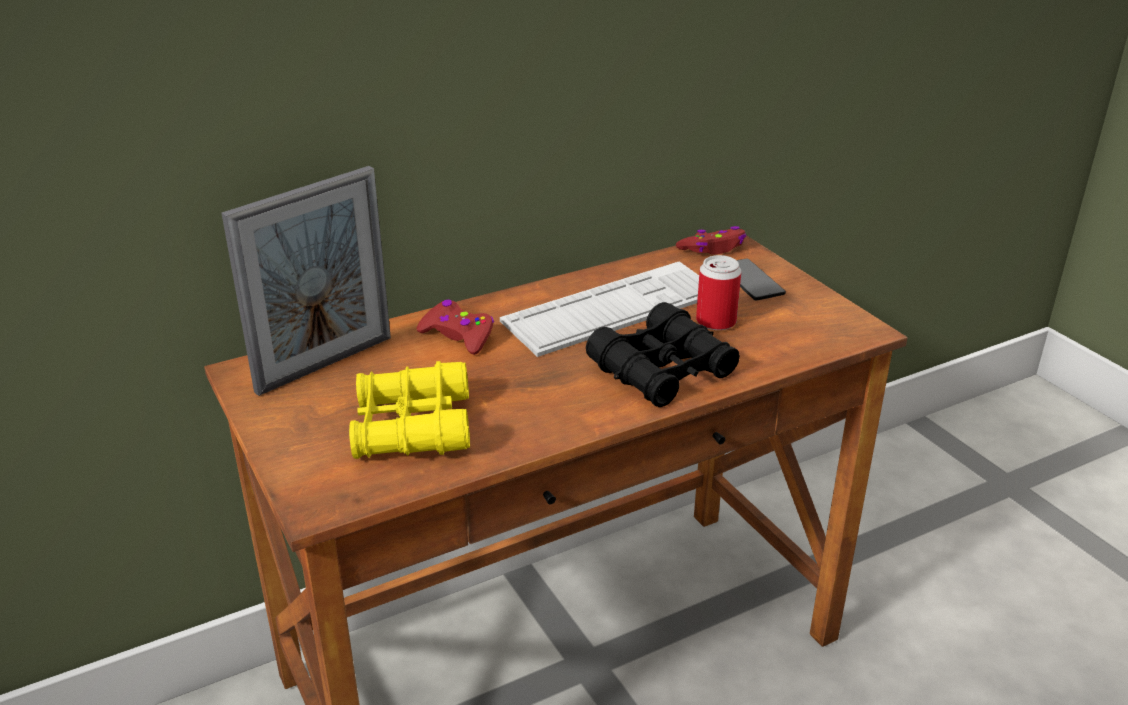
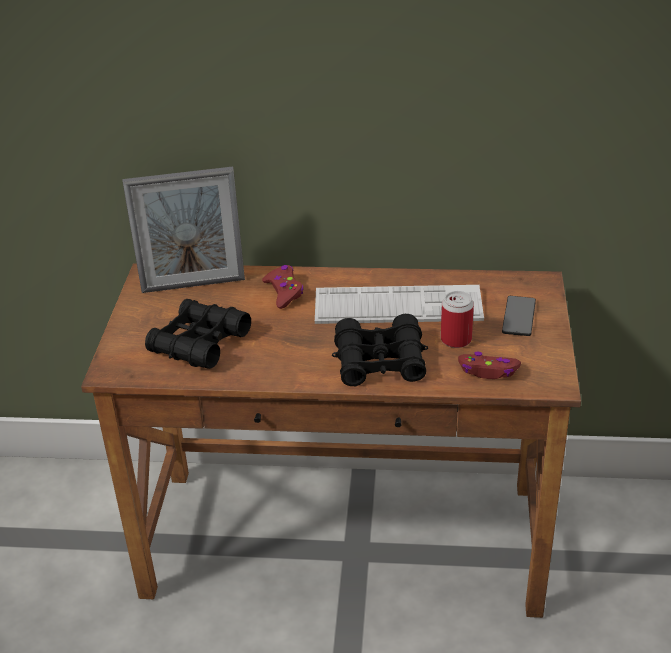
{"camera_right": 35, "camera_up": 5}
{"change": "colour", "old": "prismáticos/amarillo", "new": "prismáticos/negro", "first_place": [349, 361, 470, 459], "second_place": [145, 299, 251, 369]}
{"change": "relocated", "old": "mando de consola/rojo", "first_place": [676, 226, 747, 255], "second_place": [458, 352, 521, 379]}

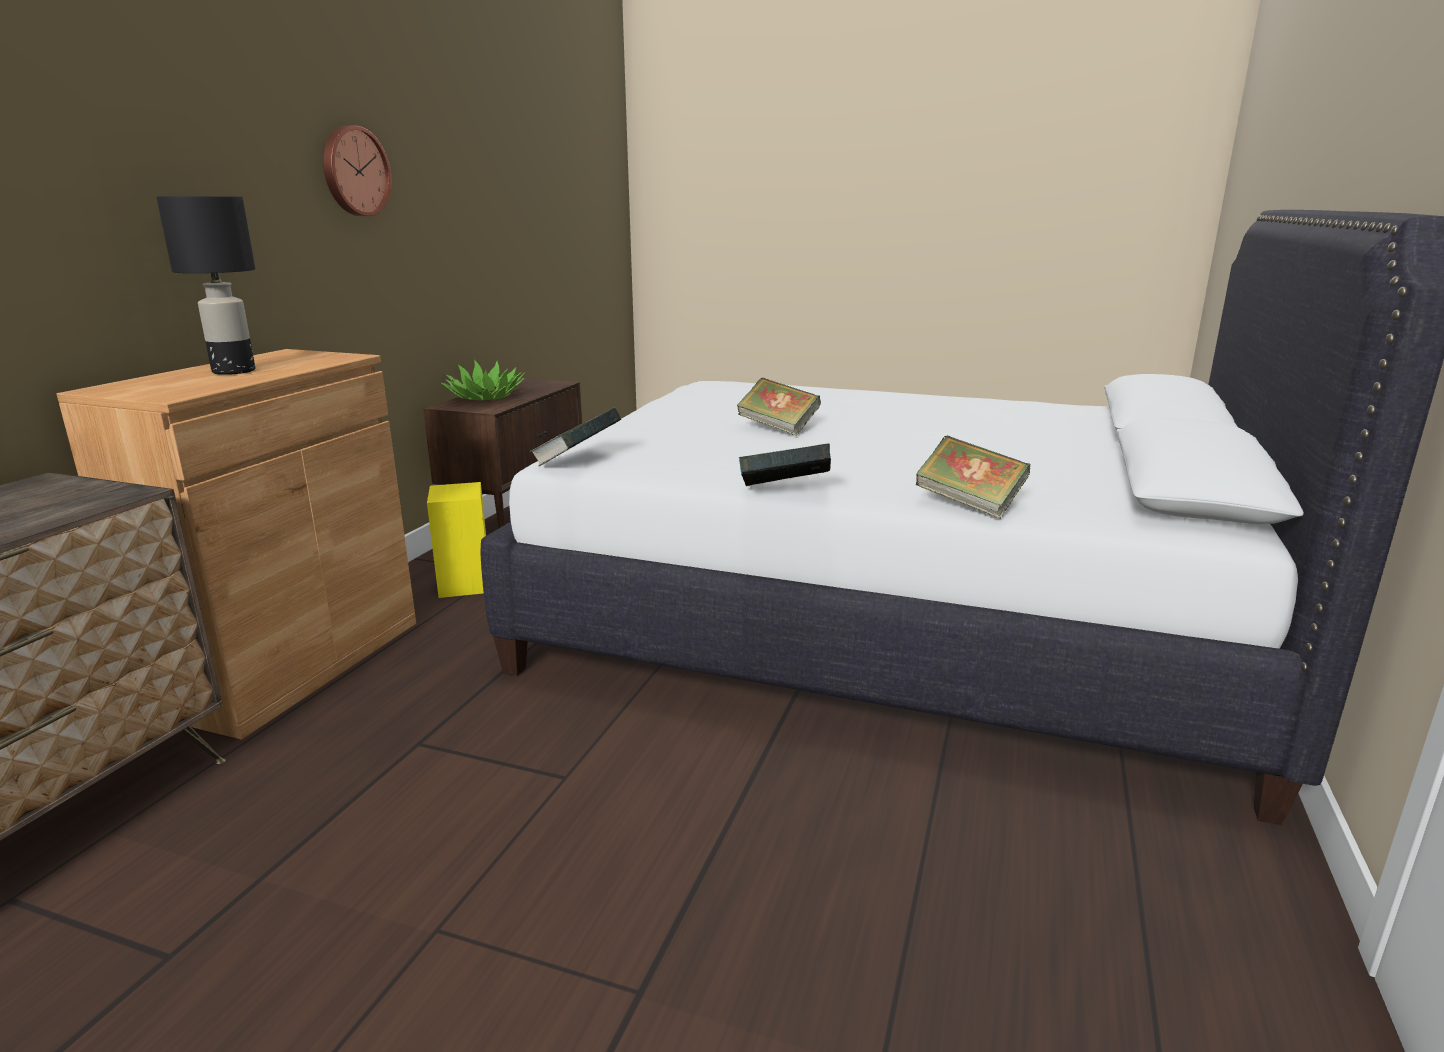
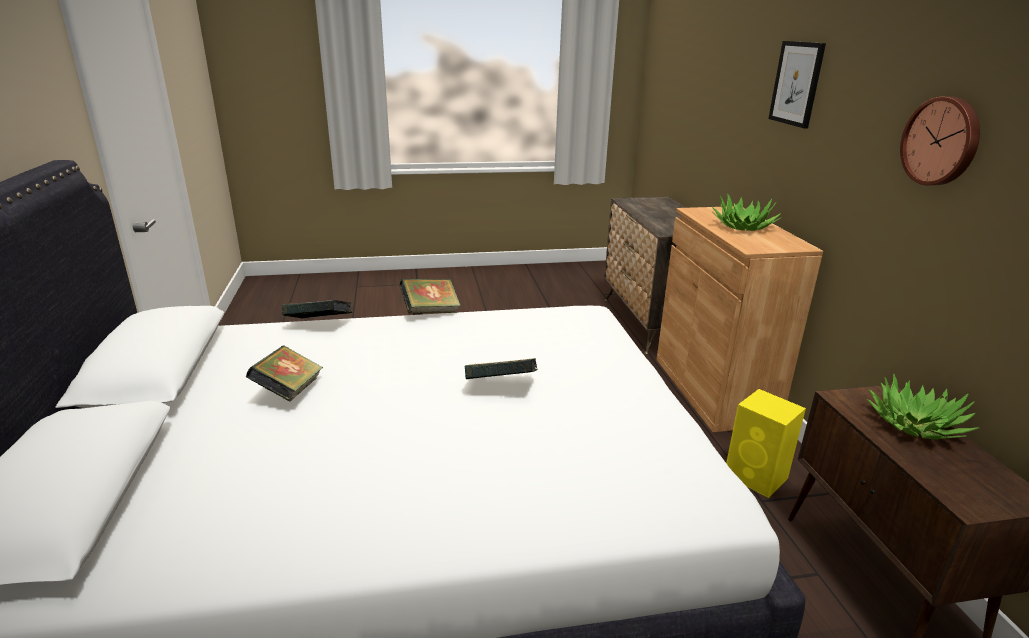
{"camera_right": 150, "camera_up": 5}
{"change": "relocated", "old": "libro", "first_place": [530, 408, 621, 466], "second_place": [246, 345, 323, 402]}
{"change": "exchanged", "old": "lámpara de mesa/negro", "new": "planta en maceta", "first_place": [156, 196, 255, 375], "second_place": [712, 193, 781, 231]}
{"change": "appeared", "new": "cuadro", "second_place": [768, 41, 826, 129]}

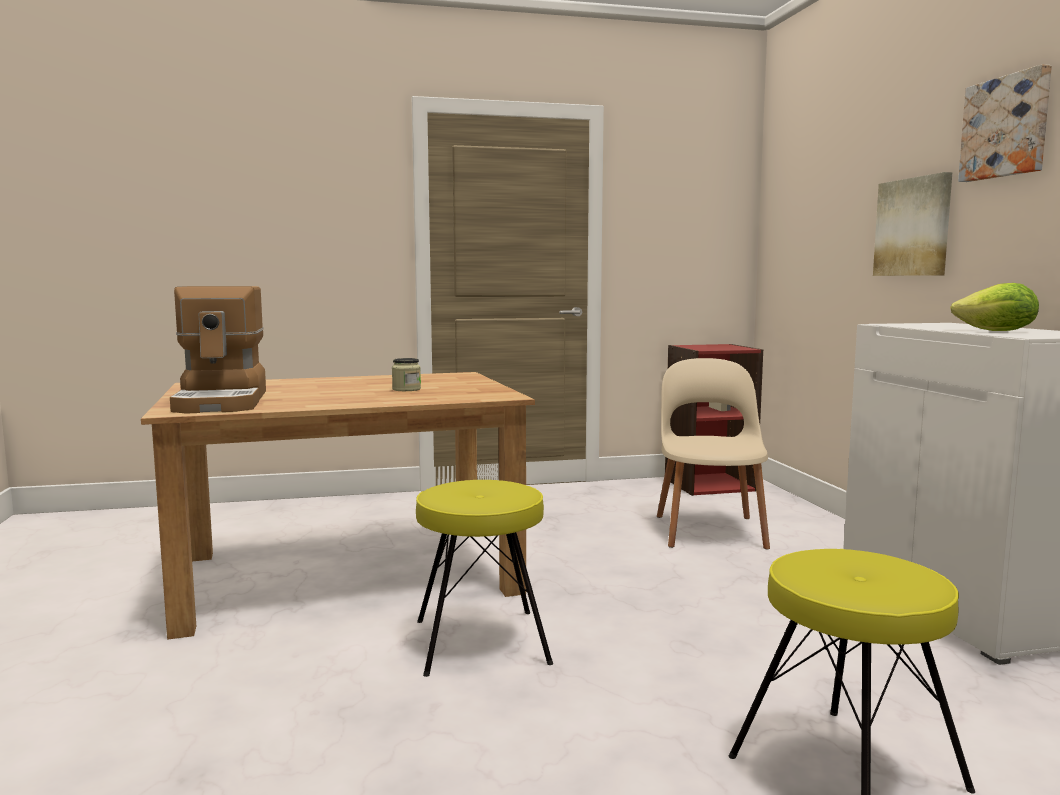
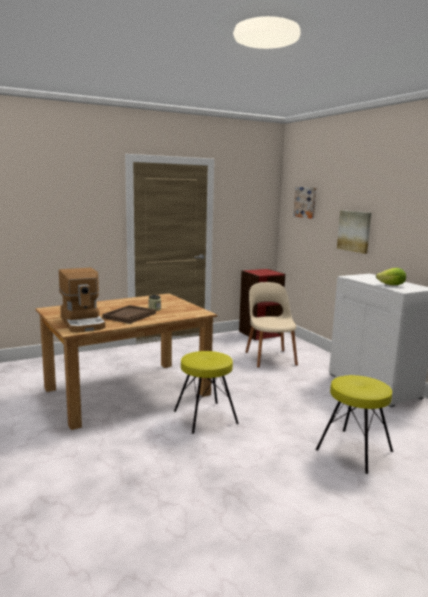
{"camera_right": -15, "camera_up": 5}
{"change": "appeared", "new": "bandeja/marrón", "second_place": [103, 305, 156, 324]}
{"change": "relocated", "old": "cuadro", "first_place": [958, 64, 1052, 182], "second_place": [293, 187, 317, 219]}

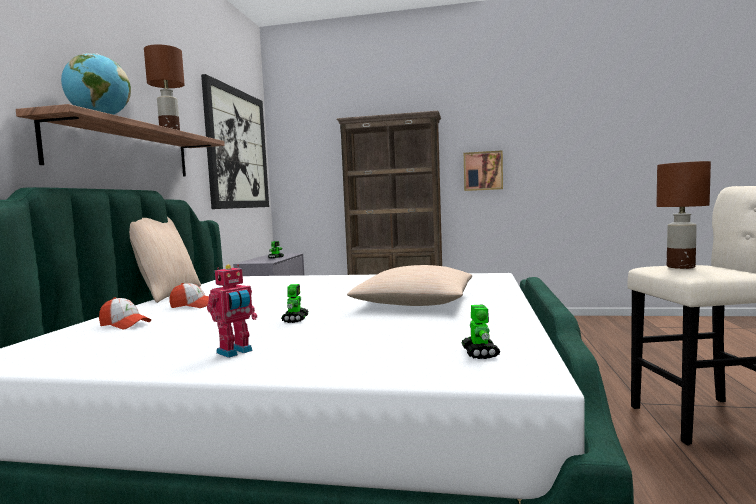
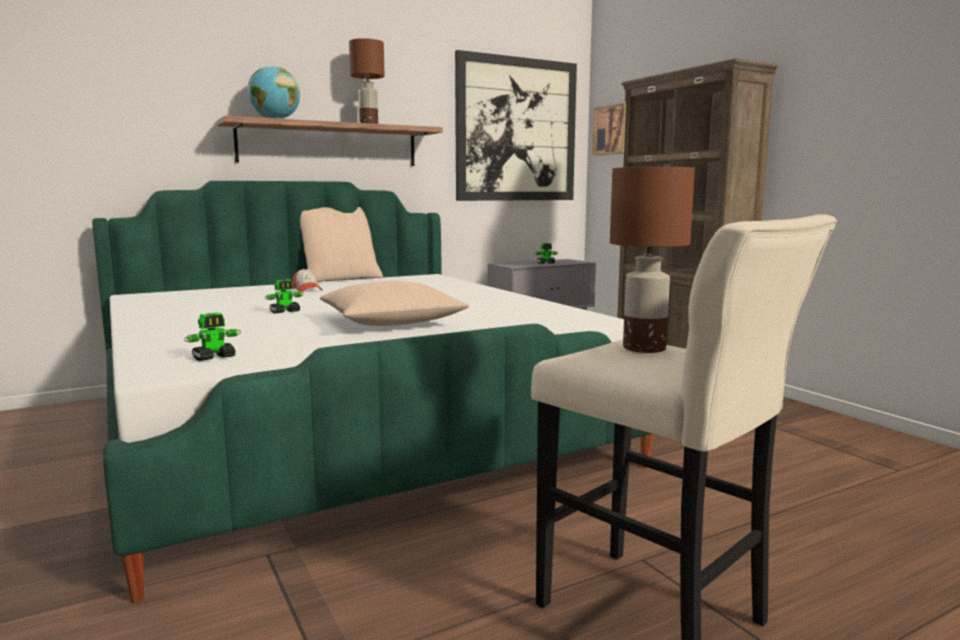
{"camera_right": 50, "camera_up": 5}
{"change": "relocated", "old": "cuadro", "first_place": [464, 150, 503, 191], "second_place": [593, 103, 626, 155]}
{"change": "missing", "old": "gorra", "first_place": [99, 297, 151, 330]}
{"change": "missing", "old": "robot de juguete", "first_place": [207, 265, 257, 358]}

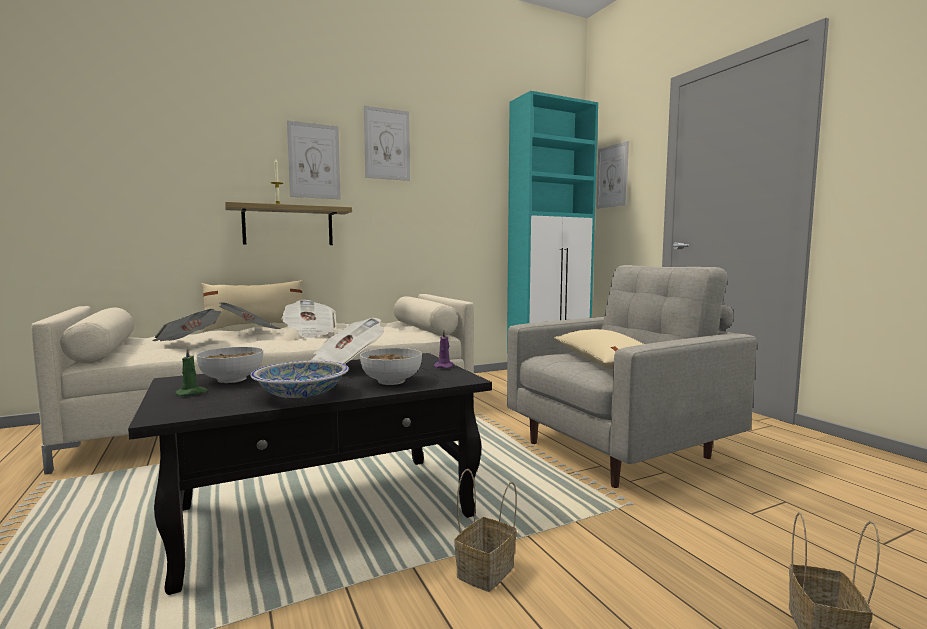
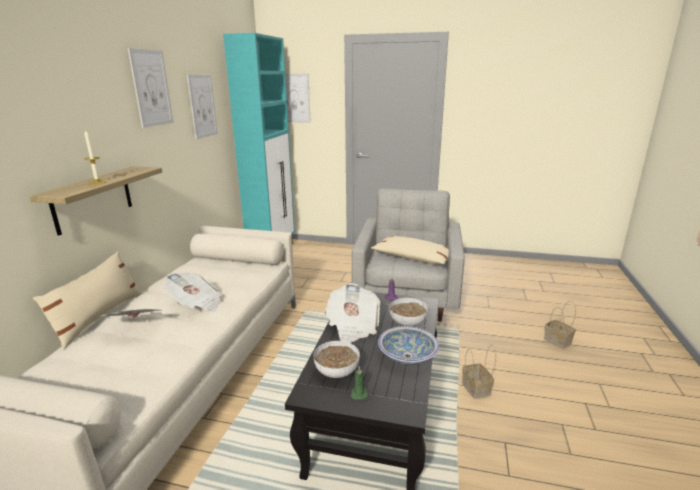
{"camera_right": -50, "camera_up": 15}
{"change": "relocated", "old": "cuadro", "first_place": [287, 120, 341, 199], "second_place": [187, 75, 218, 139]}
{"change": "missing", "old": "periódico", "first_place": [153, 309, 222, 341]}

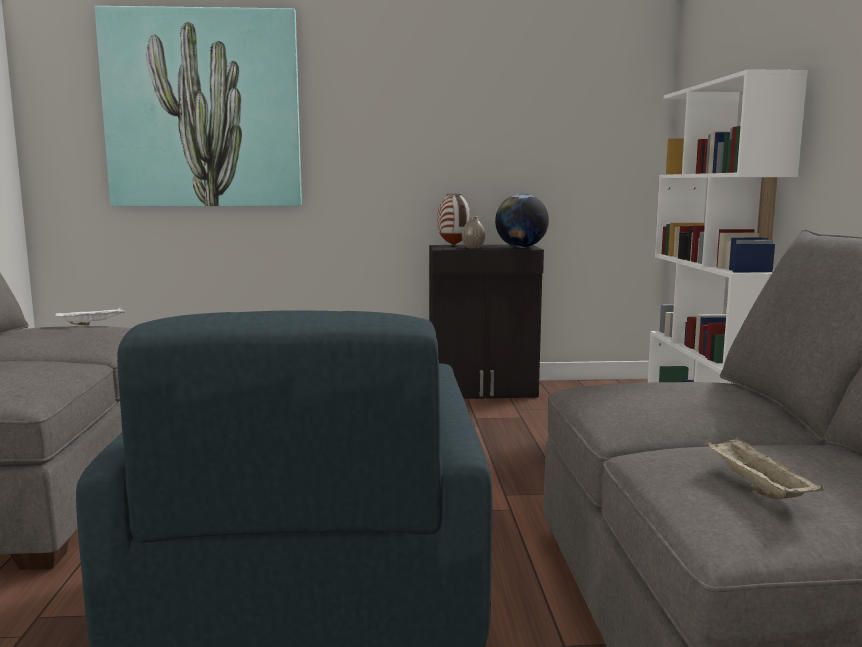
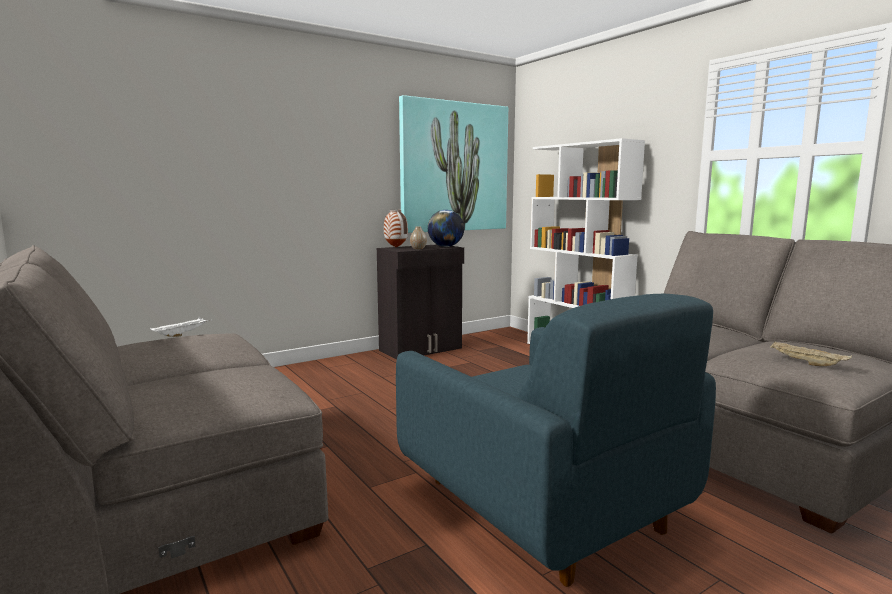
{"camera_right": -30, "camera_up": 0}
{"change": "relocated", "old": "cuadro", "first_place": [95, 6, 302, 207], "second_place": [399, 95, 508, 233]}

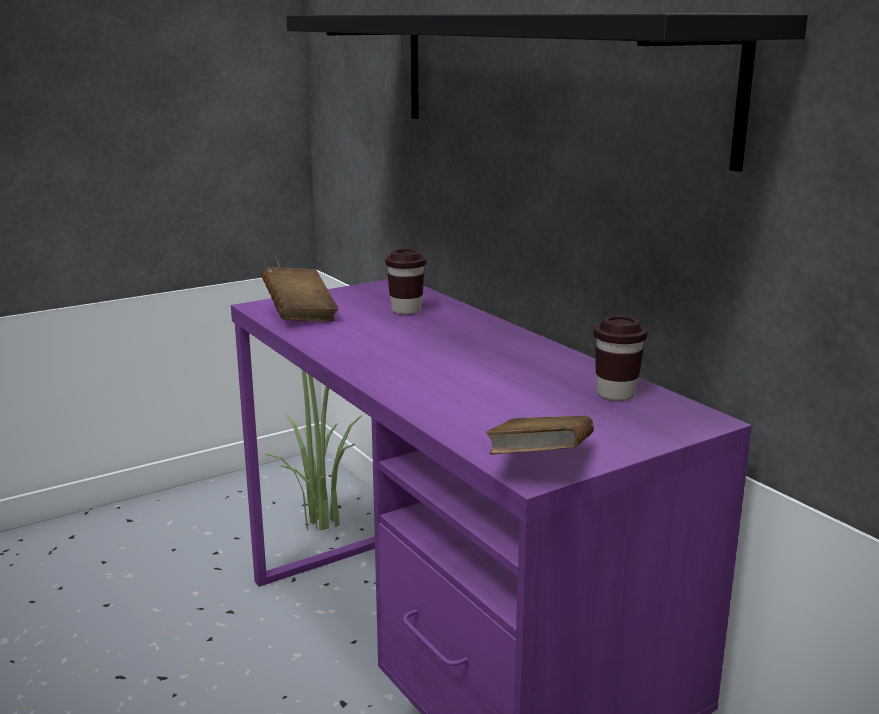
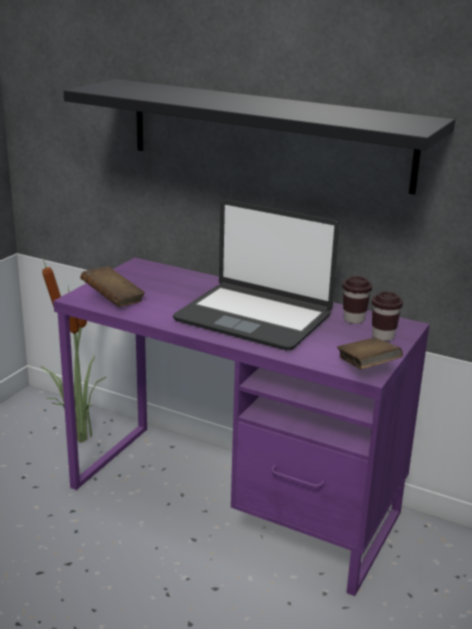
{"camera_right": -30, "camera_up": 5}
{"change": "appeared", "new": "portátil", "second_place": [173, 200, 339, 350]}
{"change": "relocated", "old": "taza/marrón", "first_place": [385, 249, 426, 315], "second_place": [372, 292, 403, 341]}

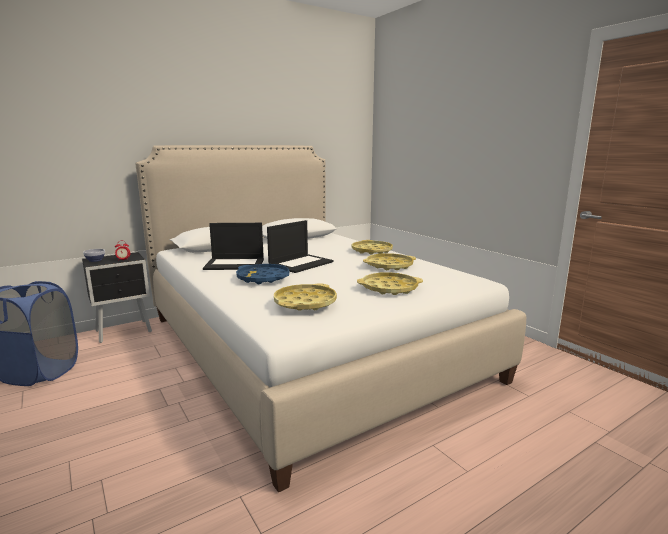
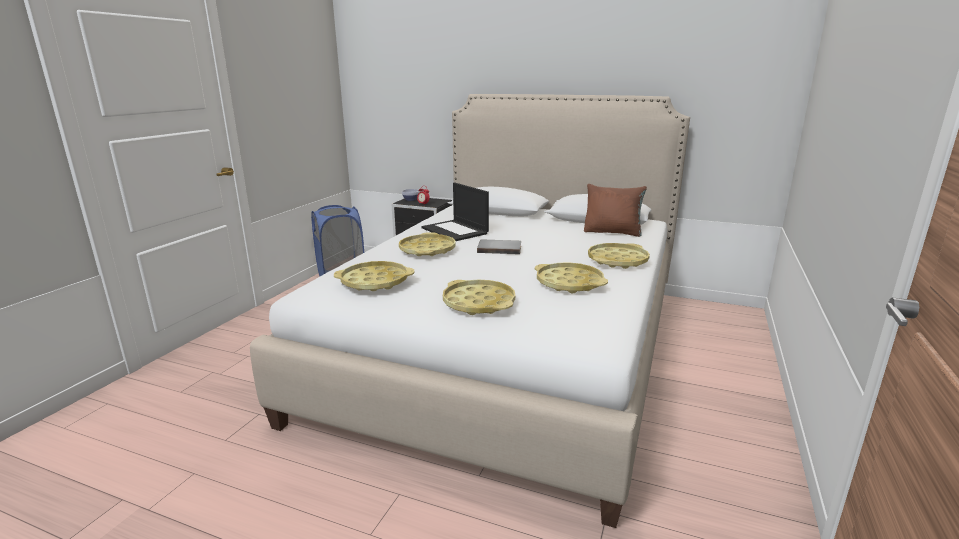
{"camera_right": 55, "camera_up": 5}
{"change": "colour", "old": "bandeja/azul", "new": "bandeja/amarillo", "first_place": [236, 264, 289, 284], "second_place": [399, 232, 456, 256]}
{"change": "exchanged", "old": "portátil", "new": "libro/gris", "first_place": [267, 220, 334, 273], "second_place": [477, 240, 521, 254]}
{"change": "appeared", "new": "cojín/marrón", "second_place": [584, 184, 647, 237]}

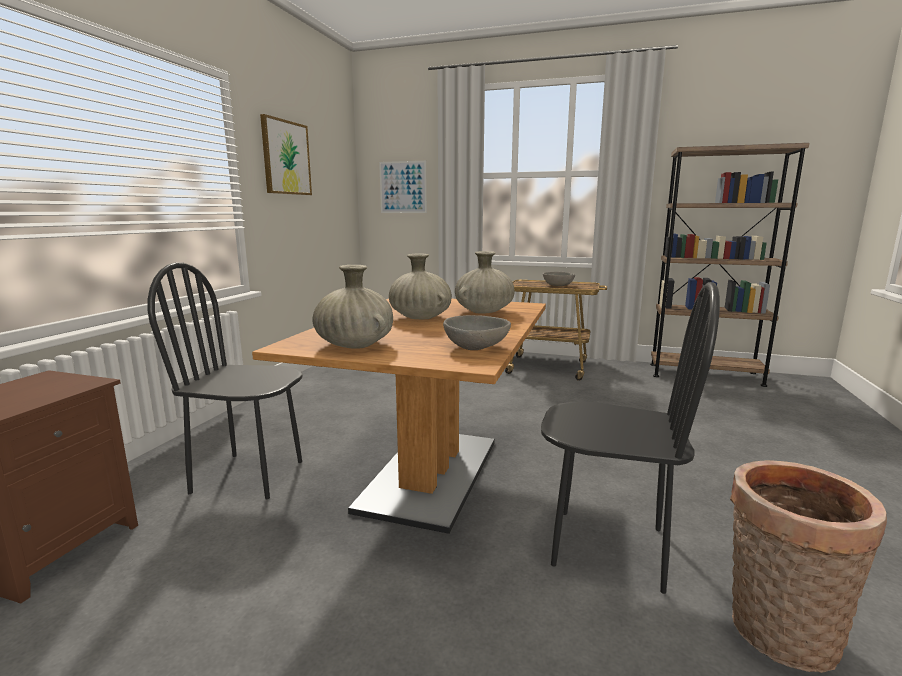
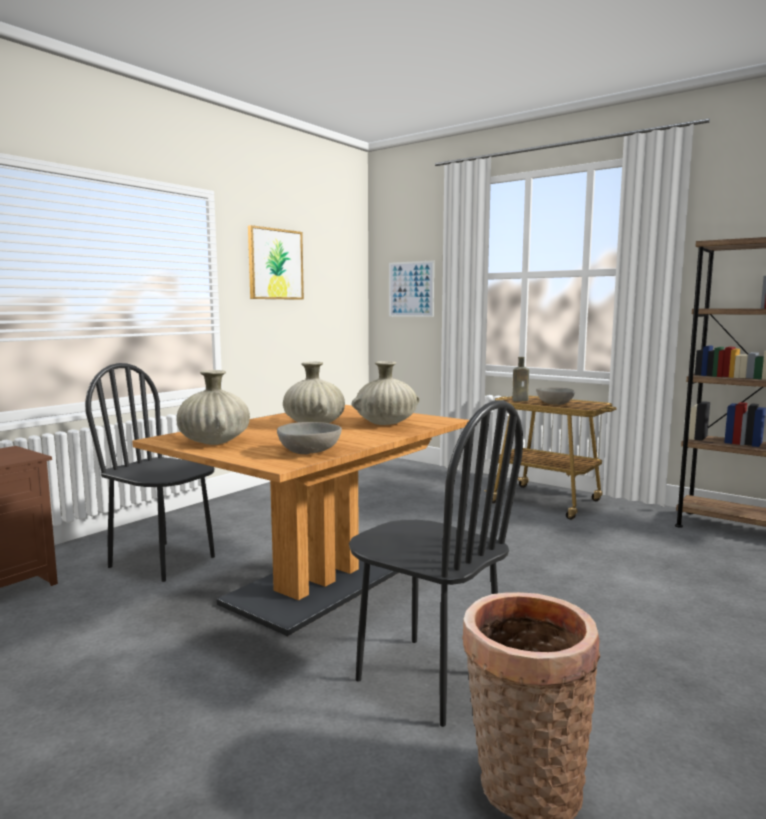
{"camera_right": 20, "camera_up": -5}
{"change": "appeared", "new": "botella/marrón", "second_place": [512, 357, 529, 401]}

